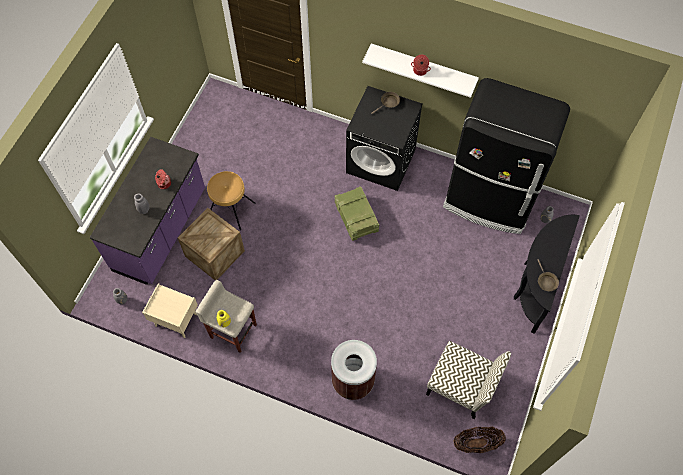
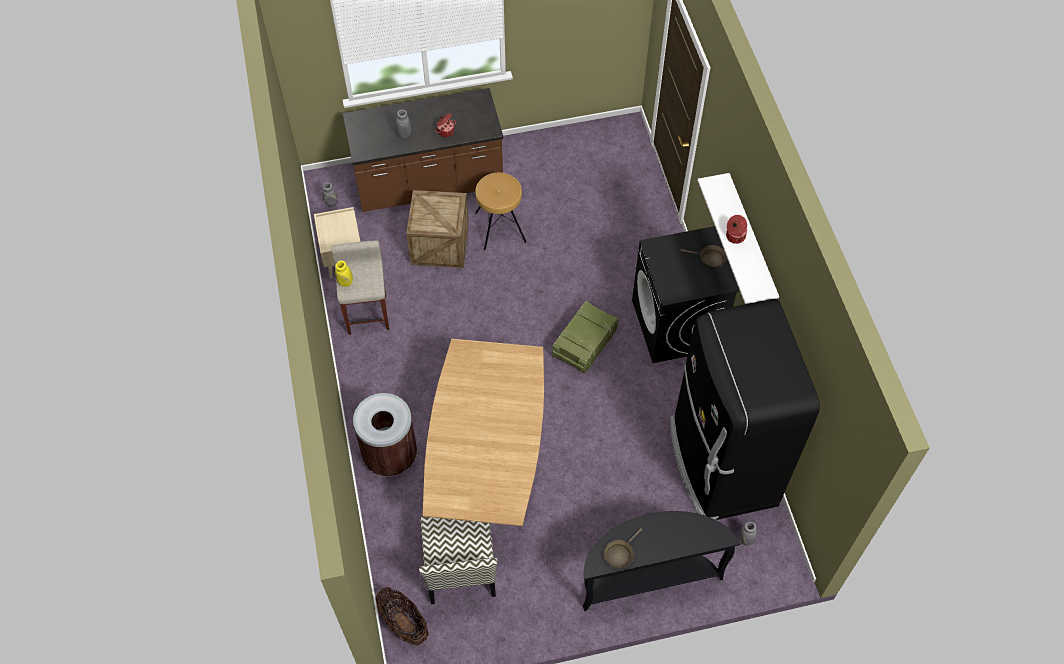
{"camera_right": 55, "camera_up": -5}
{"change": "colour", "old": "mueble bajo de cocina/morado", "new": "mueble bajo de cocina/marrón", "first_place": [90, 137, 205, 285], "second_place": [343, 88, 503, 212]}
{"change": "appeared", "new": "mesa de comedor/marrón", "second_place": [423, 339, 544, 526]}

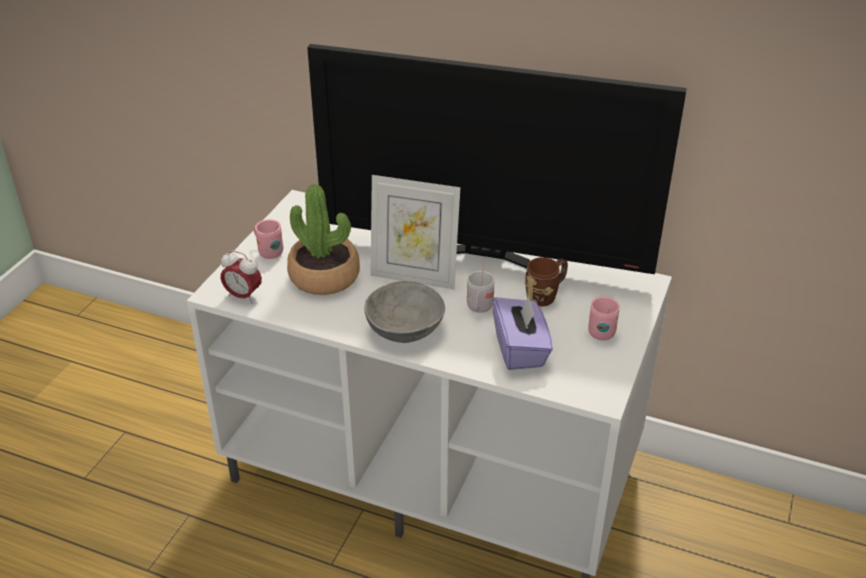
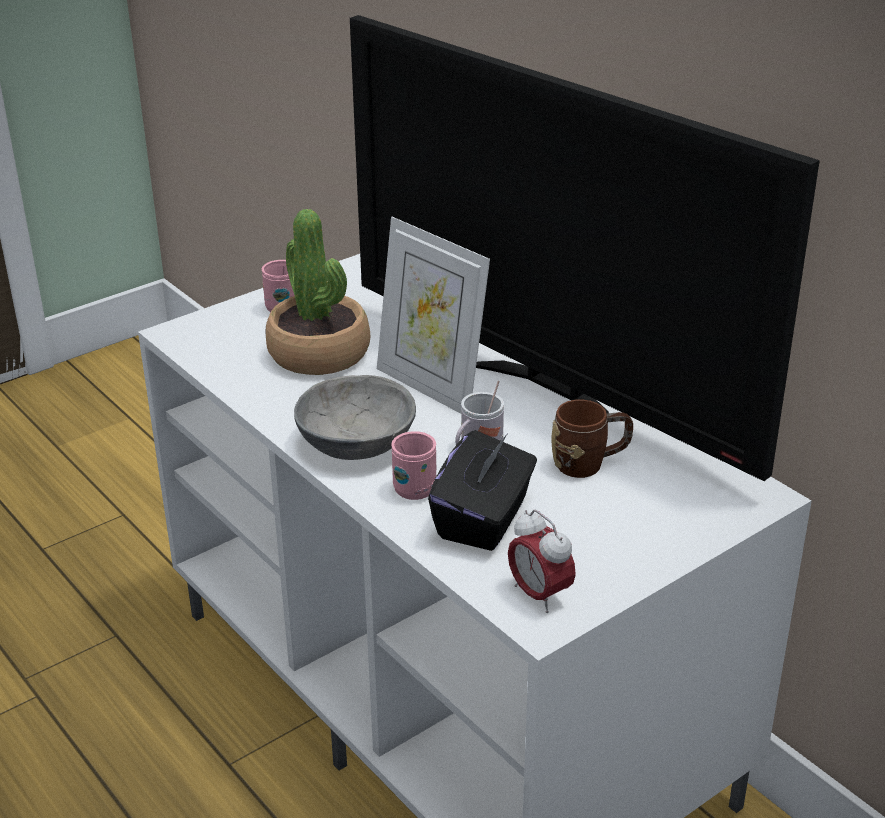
{"camera_right": 30, "camera_up": -5}
{"change": "relocated", "old": "taza grande/rosa", "first_place": [588, 297, 620, 340], "second_place": [391, 431, 436, 500]}
{"change": "colour", "old": "caja de pañuelos/morado", "new": "caja de pañuelos/negro", "first_place": [492, 294, 553, 370], "second_place": [428, 430, 537, 551]}
{"change": "relocated", "old": "despertador", "first_place": [221, 250, 262, 304], "second_place": [508, 509, 576, 613]}

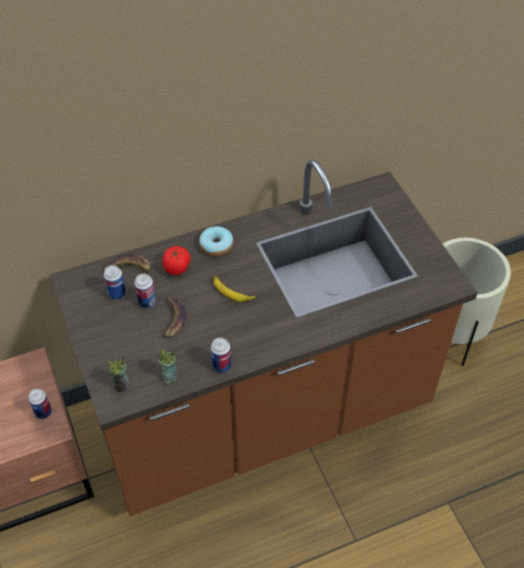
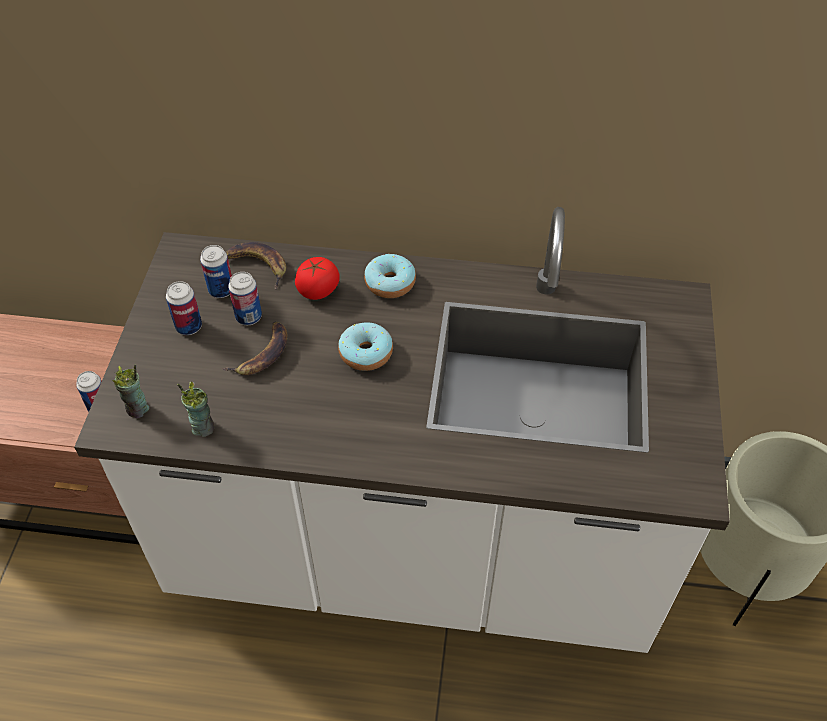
{"camera_right": 30, "camera_up": 0}
{"change": "colour", "old": "mueble bajo de cocina/marrón", "new": "mueble bajo de cocina/blanco", "first_place": [50, 159, 478, 516], "second_place": [74, 207, 730, 653]}
{"change": "relocated", "old": "lata", "first_place": [211, 337, 231, 373], "second_place": [166, 281, 202, 335]}
{"change": "exchanged", "old": "plátano", "new": "rosquilla", "first_place": [213, 276, 256, 302], "second_place": [338, 322, 393, 371]}

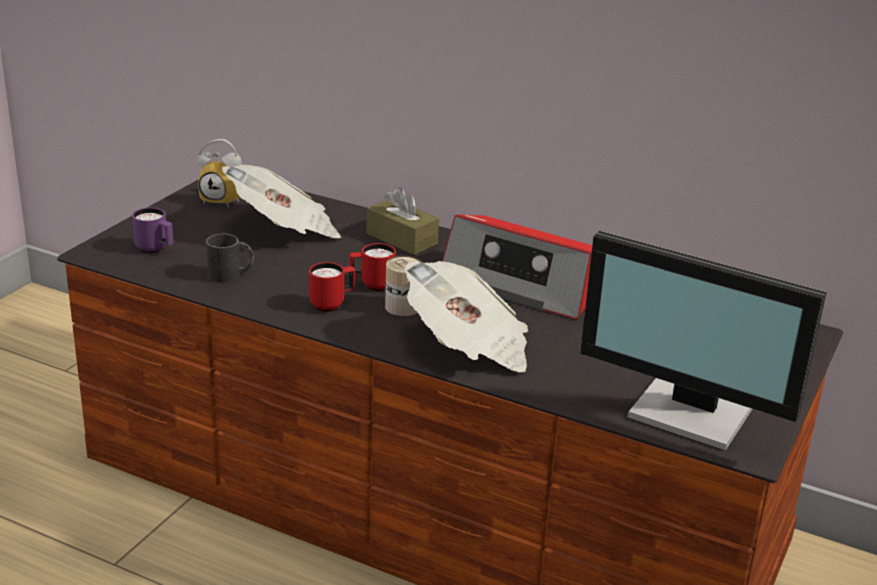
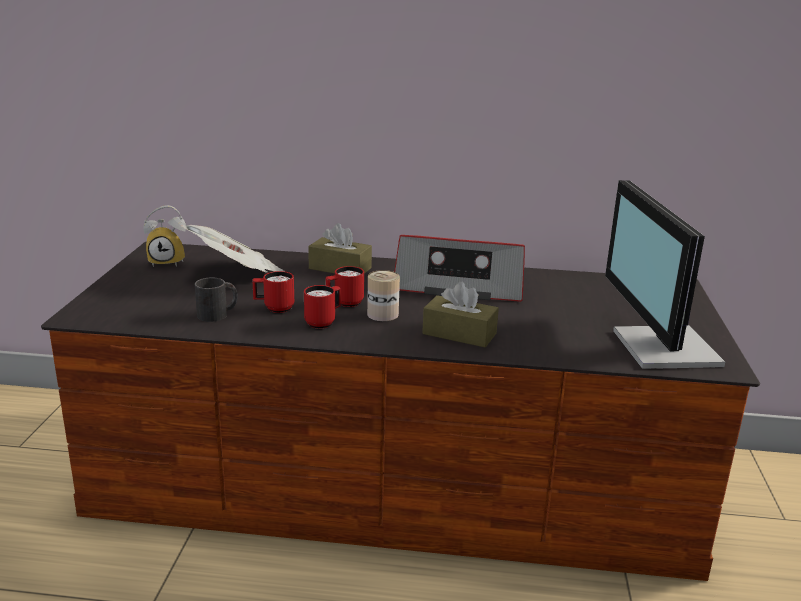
{"camera_right": -20, "camera_up": -5}
{"change": "appeared", "new": "taza grande/rojo", "second_place": [252, 271, 294, 313]}
{"change": "exchanged", "old": "periódico", "new": "caja de pañuelos/marrón", "first_place": [405, 261, 528, 373], "second_place": [422, 282, 499, 347]}
{"change": "spun", "old": "monitor", "first_place": [580, 231, 827, 451], "second_place": [605, 180, 725, 369], "degrees": 75}
{"change": "missing", "old": "taza grande/morado", "first_place": [132, 208, 173, 253]}

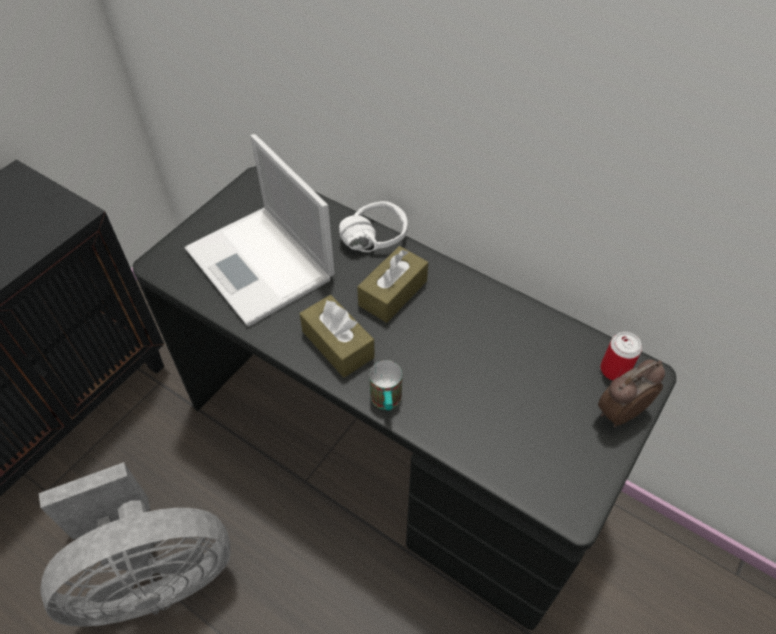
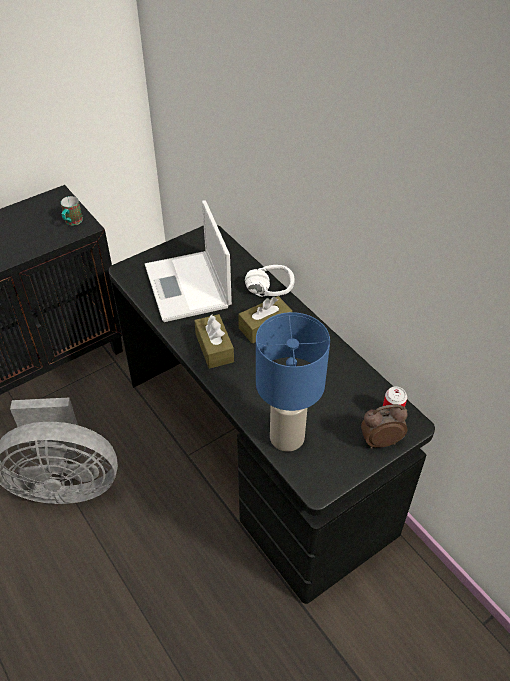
{"camera_right": 20, "camera_up": -5}
{"change": "relocated", "old": "taza grande", "first_place": [369, 360, 402, 410], "second_place": [61, 196, 83, 225]}
{"change": "appeared", "new": "lámpara de mesa/azul", "second_place": [256, 312, 330, 452]}

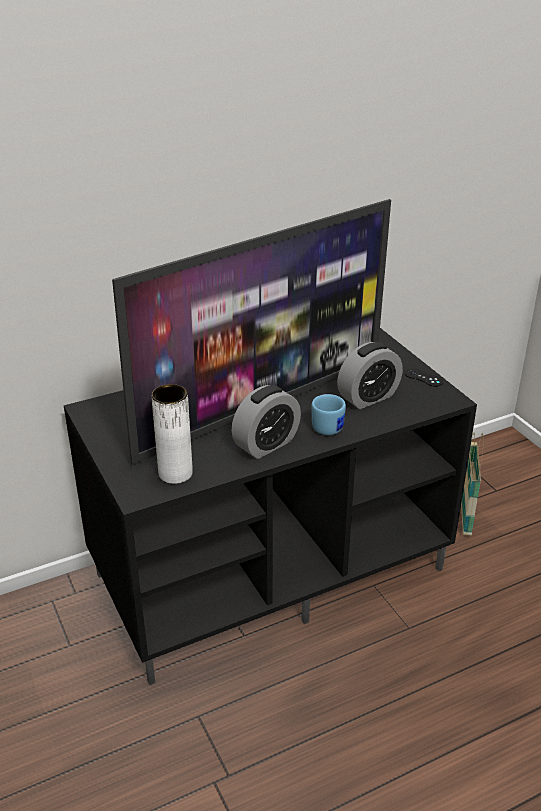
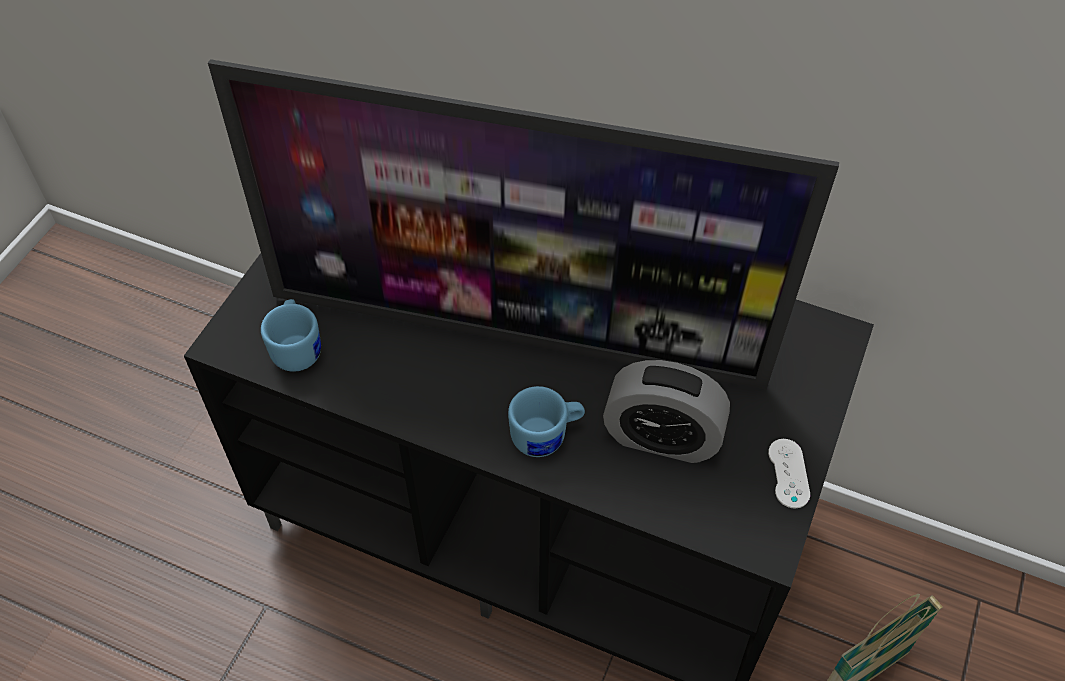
{"camera_right": 50, "camera_up": 20}
{"change": "exchanged", "old": "florero/blanco", "new": "taza grande/azul", "first_place": [151, 384, 193, 484], "second_place": [261, 299, 321, 372]}
{"change": "colour", "old": "mando de consola/negro", "new": "mando de consola/blanco", "first_place": [405, 368, 443, 387], "second_place": [768, 439, 810, 508]}
{"change": "missing", "old": "despertador", "first_place": [232, 385, 301, 459]}

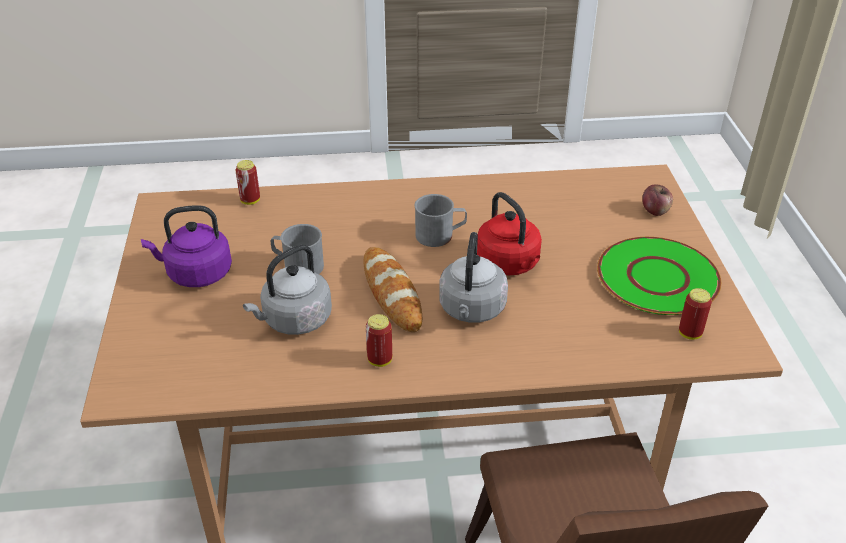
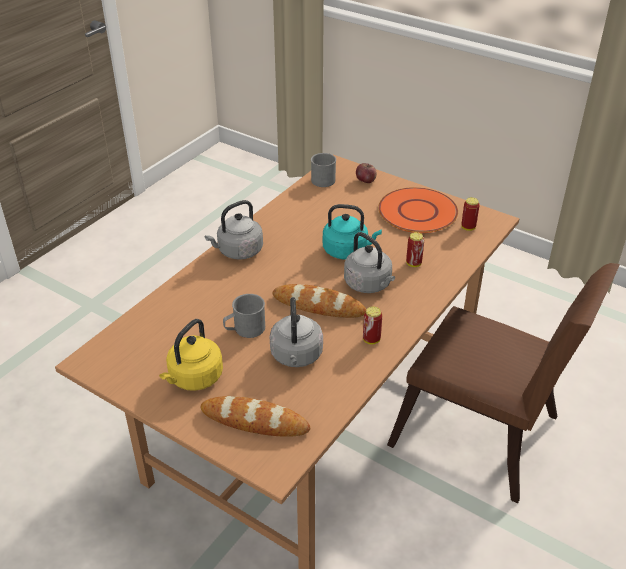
{"camera_right": -50, "camera_up": 0}
{"change": "colour", "old": "hervidor/morado", "new": "hervidor/amarillo", "first_place": [141, 205, 232, 287], "second_place": [159, 319, 223, 391]}
{"change": "appeared", "new": "pan", "second_place": [201, 396, 310, 437]}
{"change": "appeared", "new": "hervidor/gris", "second_place": [205, 200, 263, 260]}
{"change": "relocated", "old": "taza grande/gris", "first_place": [414, 194, 467, 247], "second_place": [311, 153, 336, 187]}
{"change": "colour", "old": "hervidor/rojo", "new": "hervidor/turquesa", "first_place": [477, 192, 542, 275], "second_place": [323, 204, 382, 259]}
{"change": "colour", "old": "plato/verde", "new": "plato/naranja", "first_place": [597, 237, 721, 315], "second_place": [378, 187, 458, 233]}
{"change": "relocated", "old": "lata", "first_place": [235, 160, 260, 205], "second_place": [406, 232, 424, 267]}

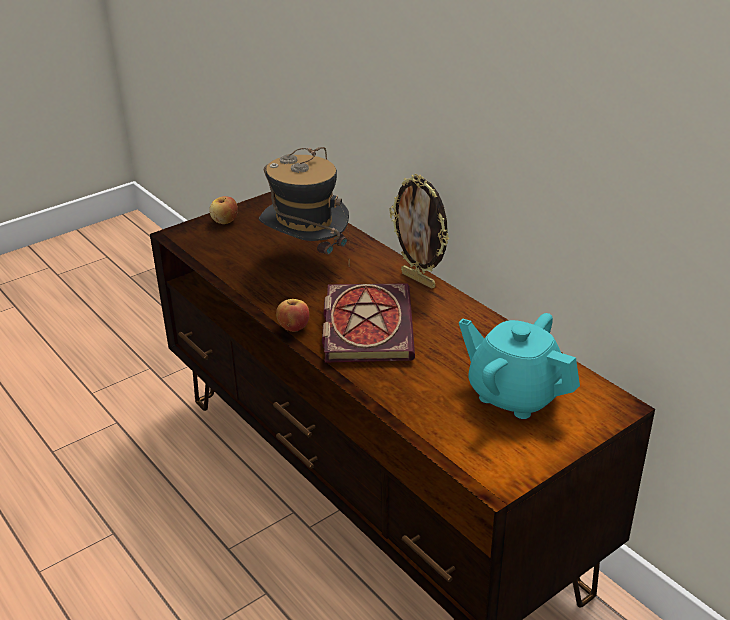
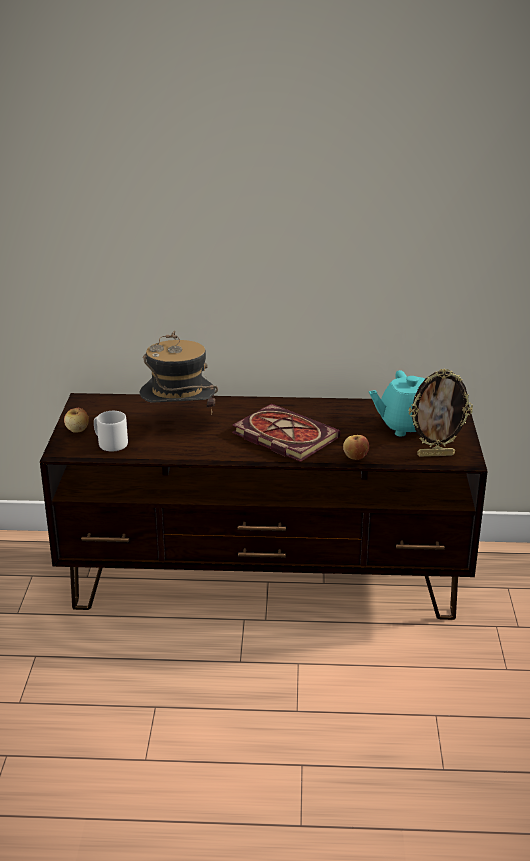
{"camera_right": -50, "camera_up": -5}
{"change": "appeared", "new": "taza grande/gris", "second_place": [94, 411, 128, 451]}
{"change": "relocated", "old": "manzana", "first_place": [276, 299, 309, 332], "second_place": [343, 435, 369, 460]}
{"change": "relocated", "old": "portarretratos", "first_place": [389, 174, 449, 289], "second_place": [409, 368, 473, 457]}

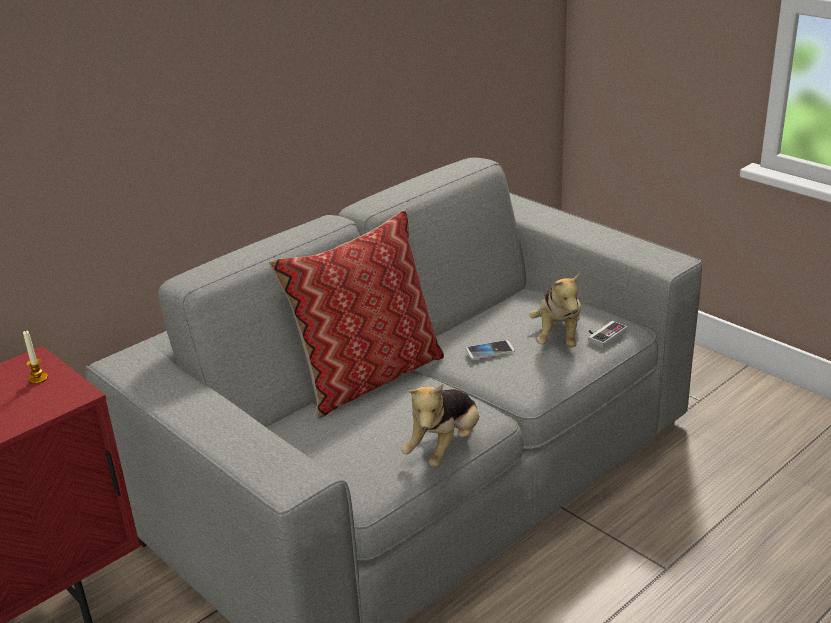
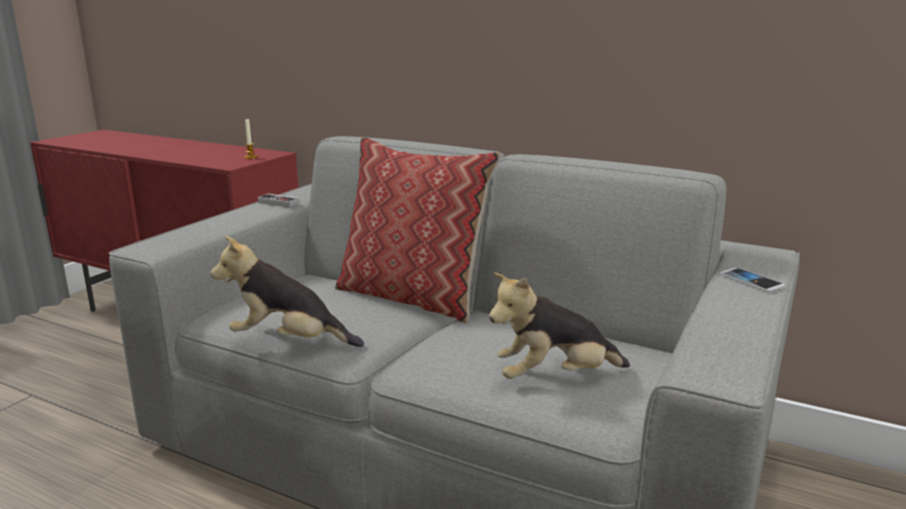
{"camera_right": 70, "camera_up": -10}
{"change": "relocated", "old": "mando de consola", "first_place": [588, 321, 627, 348], "second_place": [258, 194, 299, 207]}
{"change": "relocated", "old": "móvil", "first_place": [466, 340, 514, 359], "second_place": [720, 268, 785, 292]}

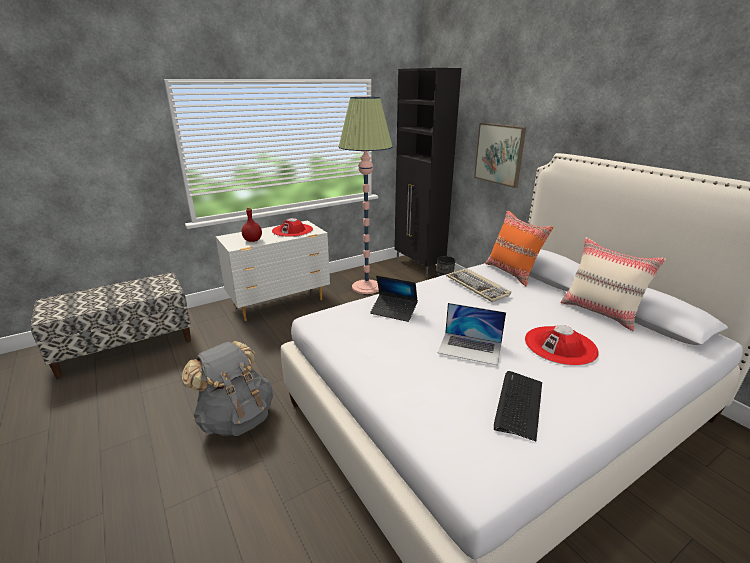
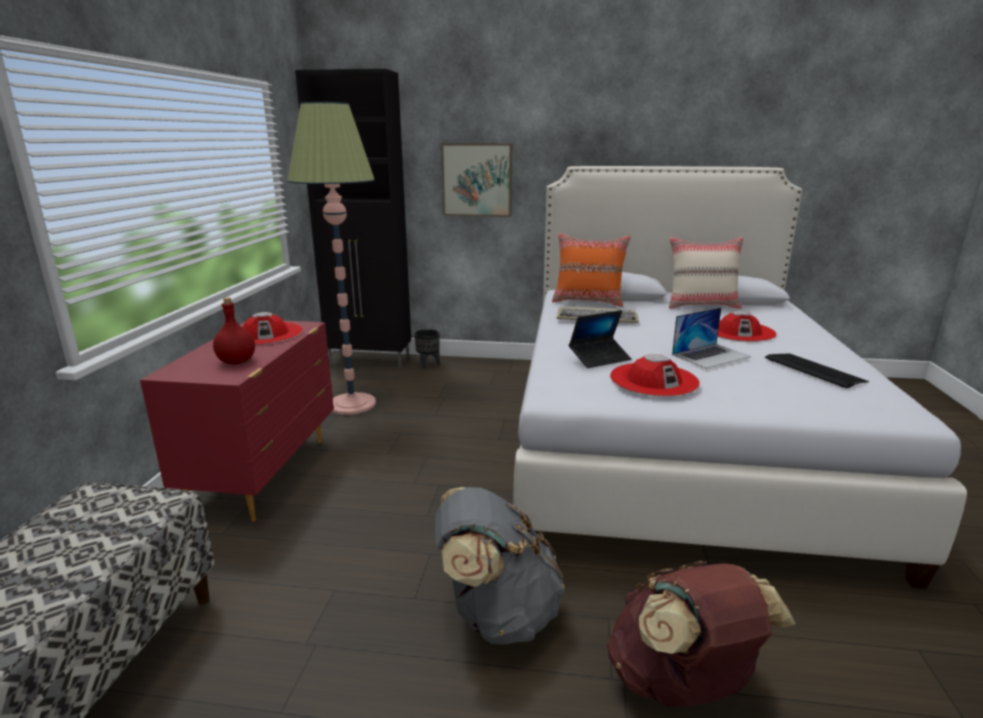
{"camera_right": -50, "camera_up": -5}
{"change": "colour", "old": "cómoda/blanco", "new": "cómoda/rojo", "first_place": [216, 220, 330, 321], "second_place": [140, 321, 334, 522]}
{"change": "appeared", "new": "mochila/marrón", "second_place": [607, 561, 796, 707]}
{"change": "appeared", "new": "sombrero/rojo", "second_place": [610, 354, 700, 396]}

